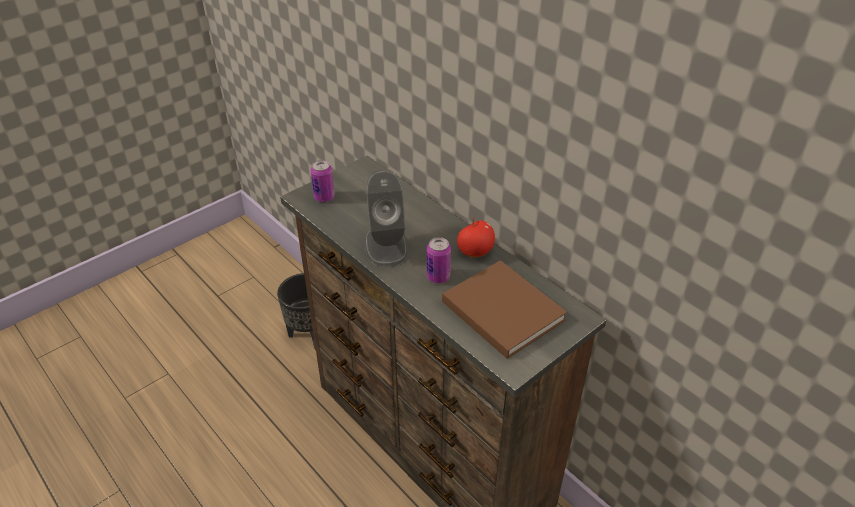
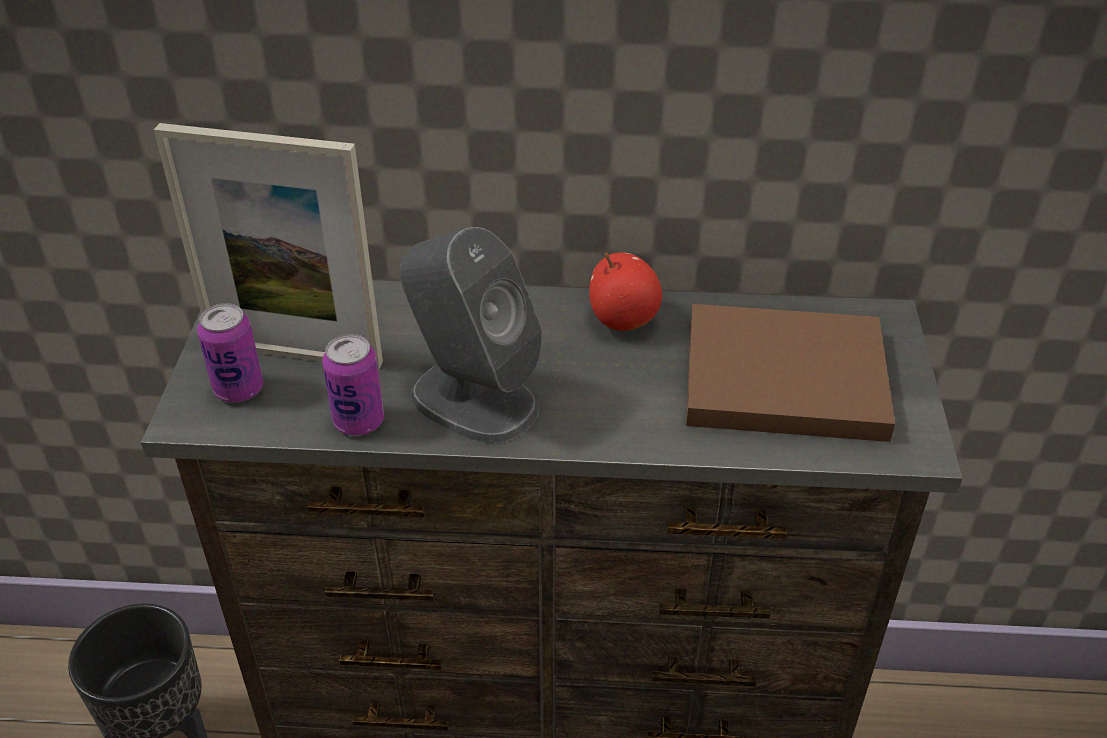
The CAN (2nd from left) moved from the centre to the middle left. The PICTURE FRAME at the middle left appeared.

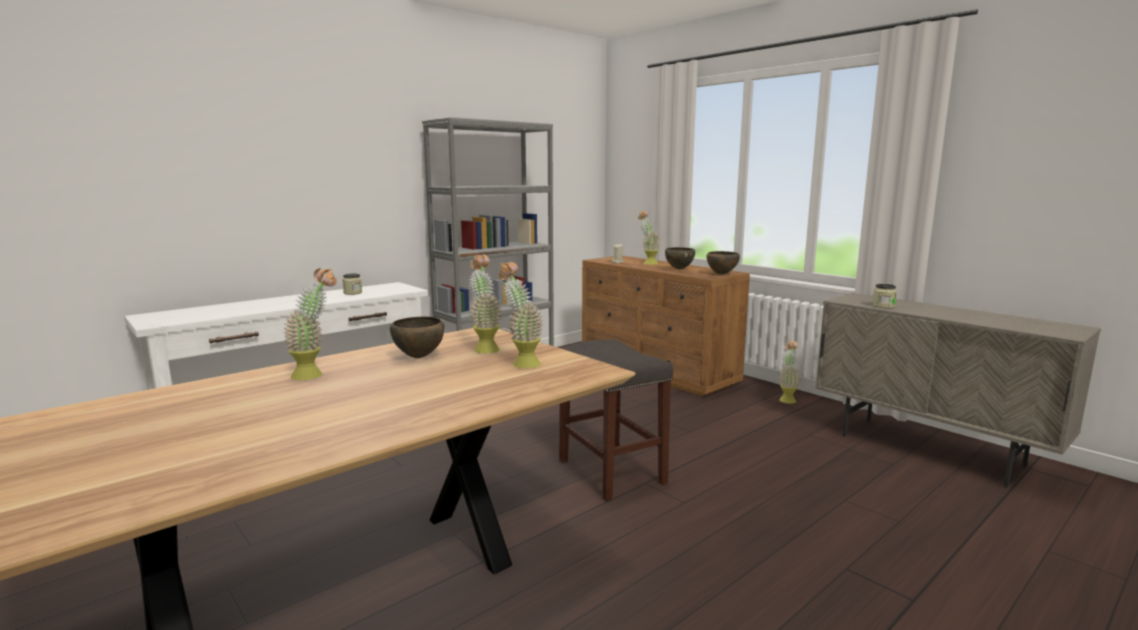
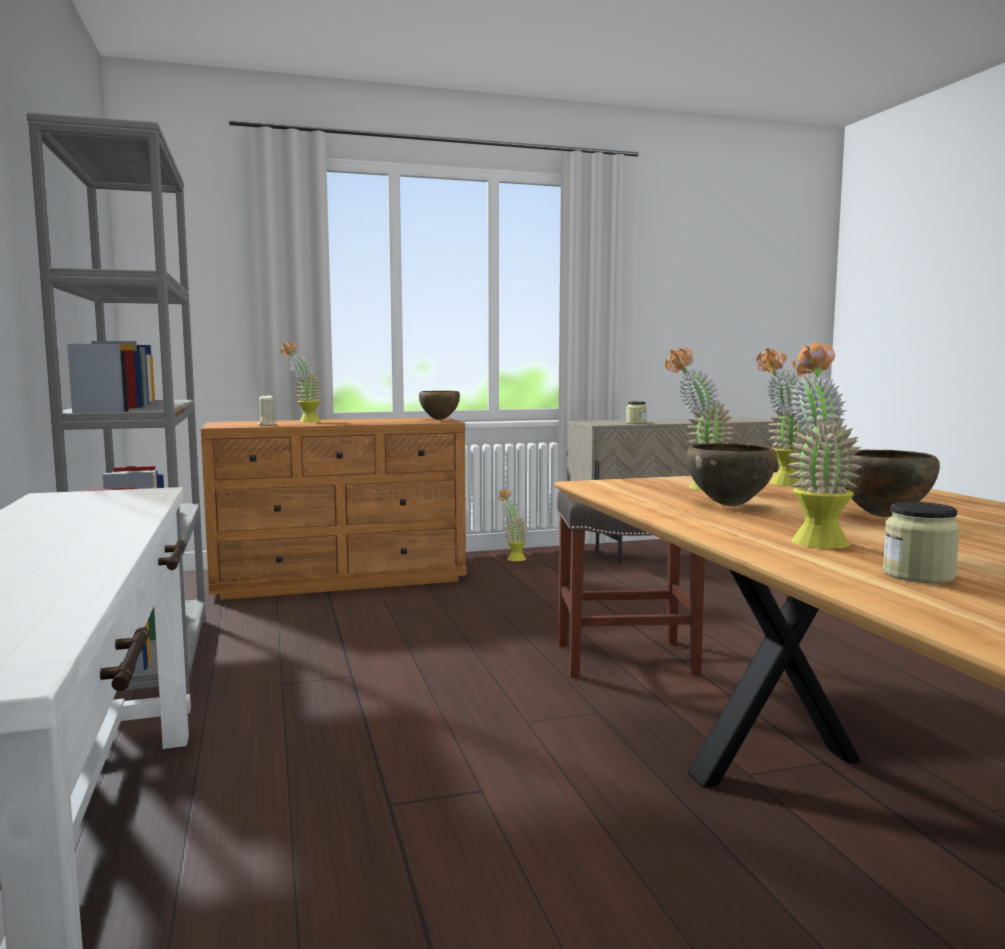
The JAR (1st from left in the first image) moved from the middle left to the middle right. The BROWN BOWL (2nd from left in the first image) moved from the centre to the middle right.

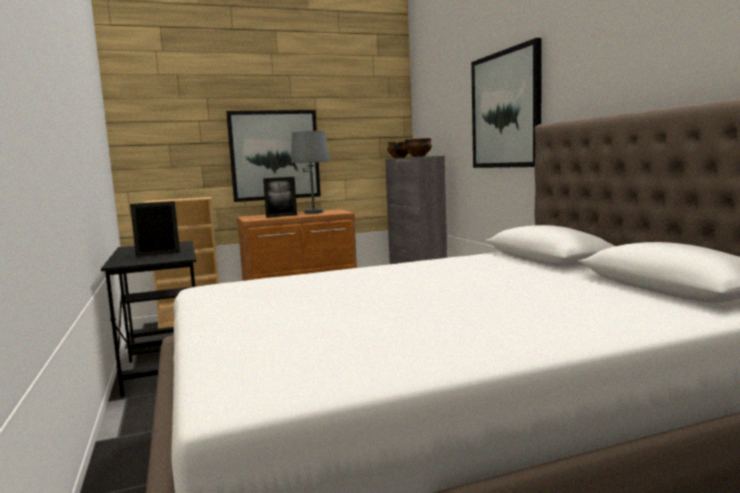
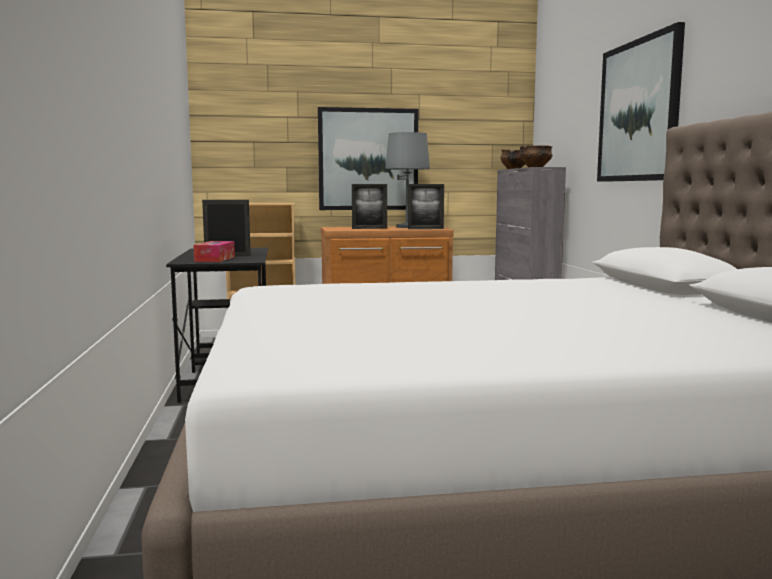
The TISSUE BOX at the middle left appeared. The PICTURE FRAME (3rd from left) at the centre appeared.

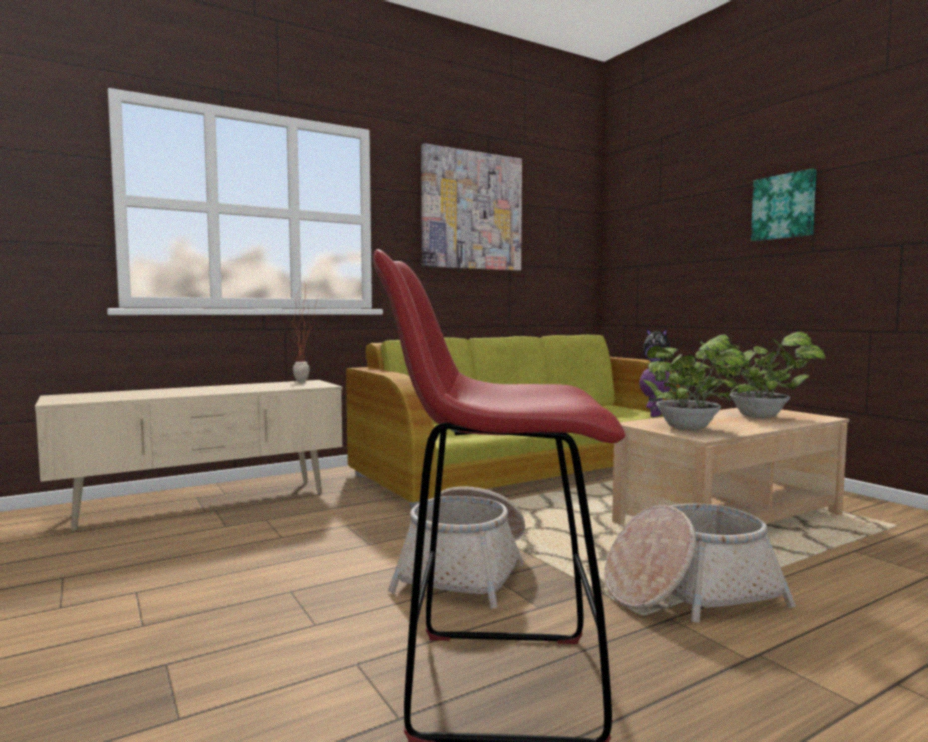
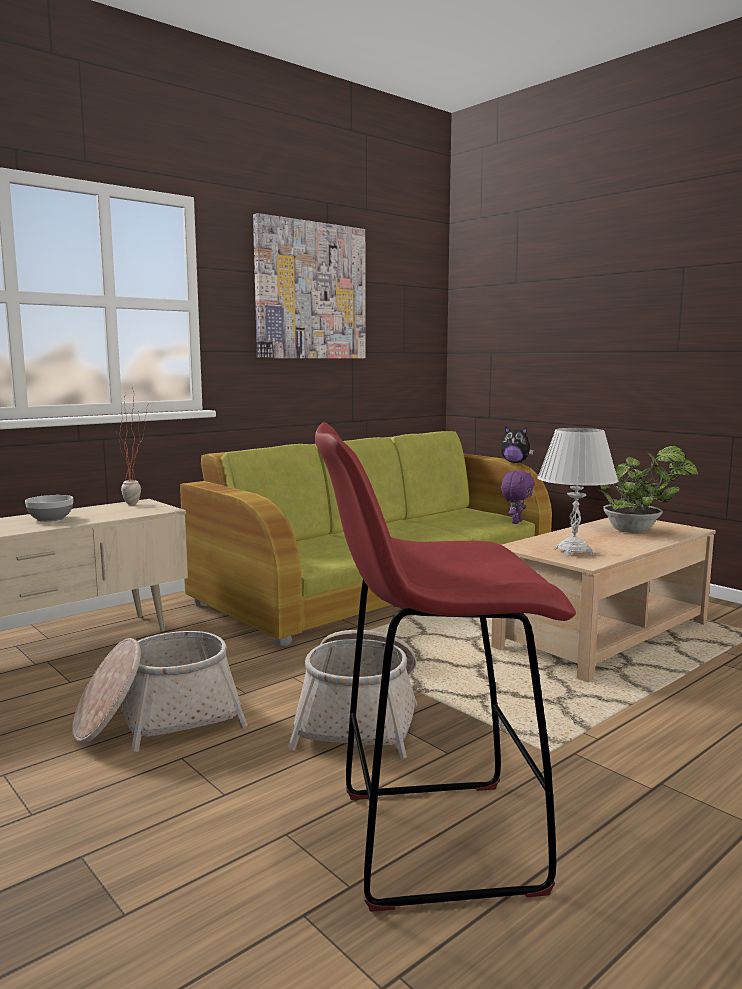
The BASKET (2nd from left in the first image) moved from the bottom right to the bottom left. The POTTED PLANT (2nd from left) at the middle right was replaced by the WHITE TABLE LAMP at the middle right. The PICTURE (2nd from left) at the top right disappeared. The BOWL at the middle left appeared.

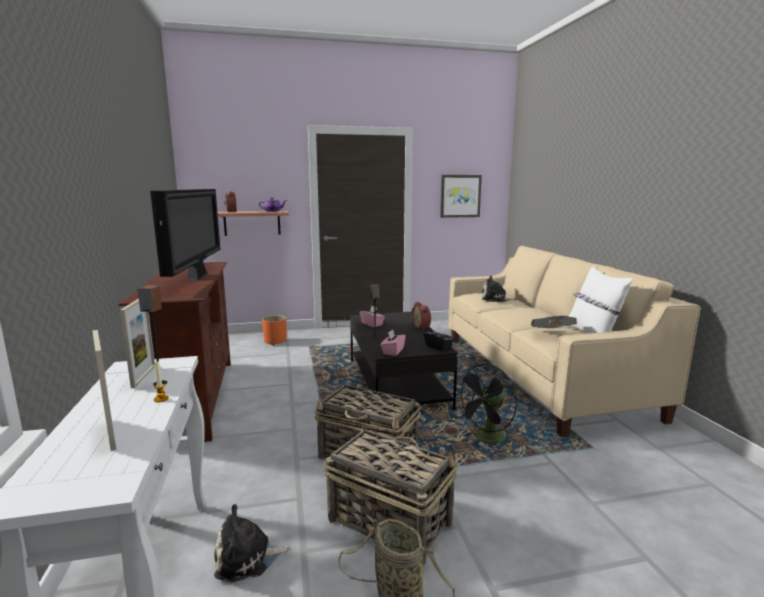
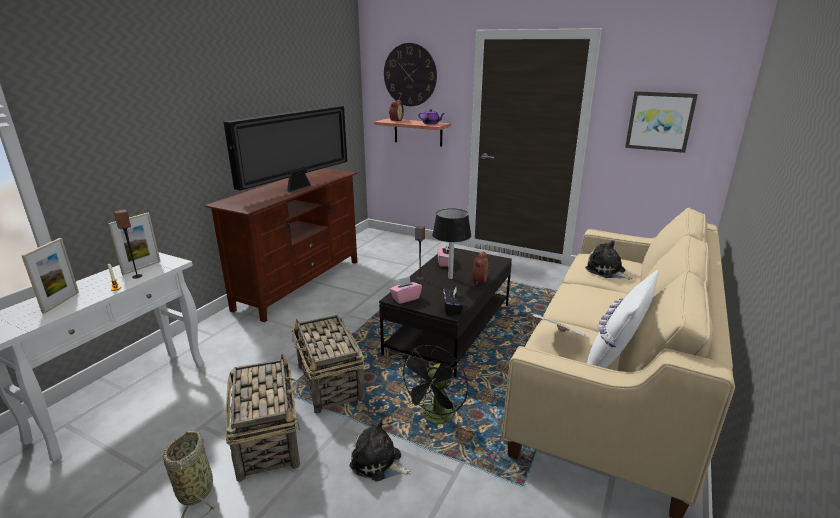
The PLUSH TOY (1st from left) moved from the bottom left to the bottom centre. The ORANGE PLANTER at the centre disappeared. The BLACK FAN at the bottom centre turned 60 degrees counterclockwise. The WALL CLOCK at the top centre appeared. The BLACK TABLE LAMP at the centre appeared.

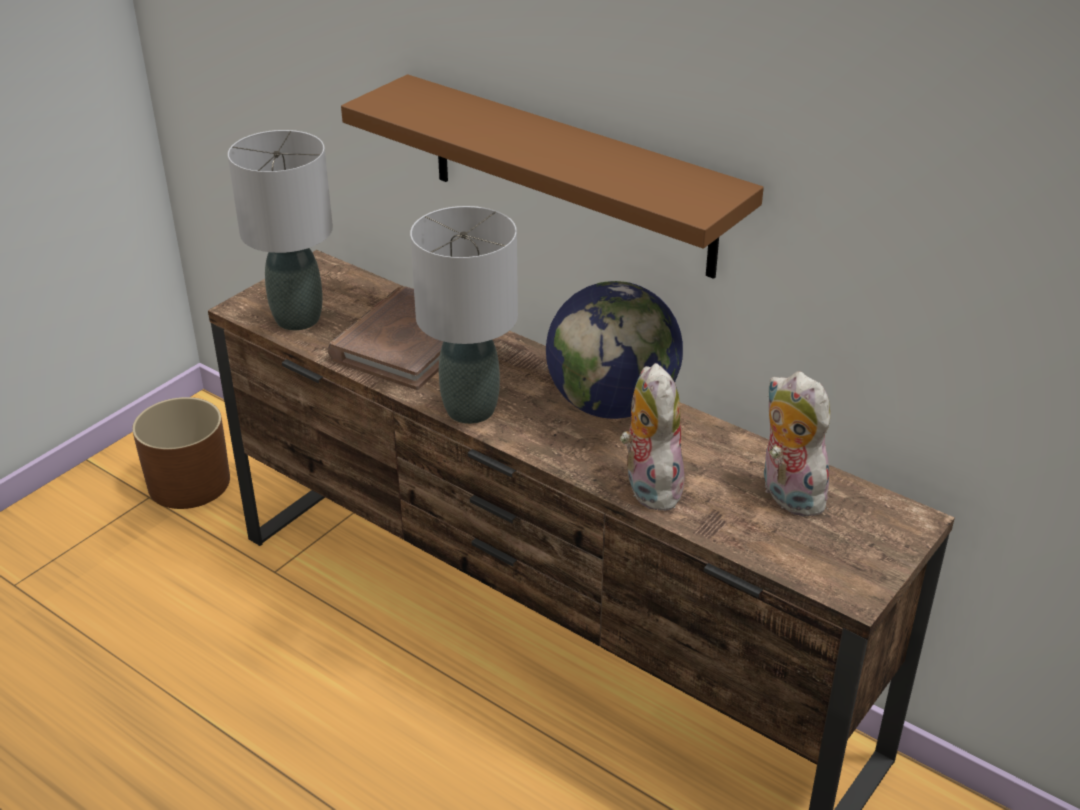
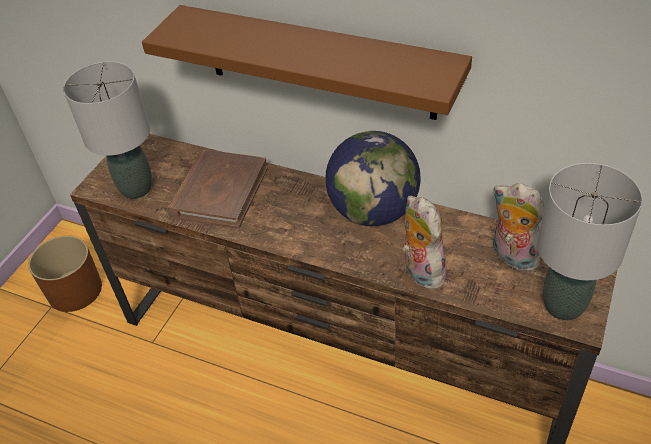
The GREY TABLE LAMP (2nd from left) moved from the centre to the middle right.

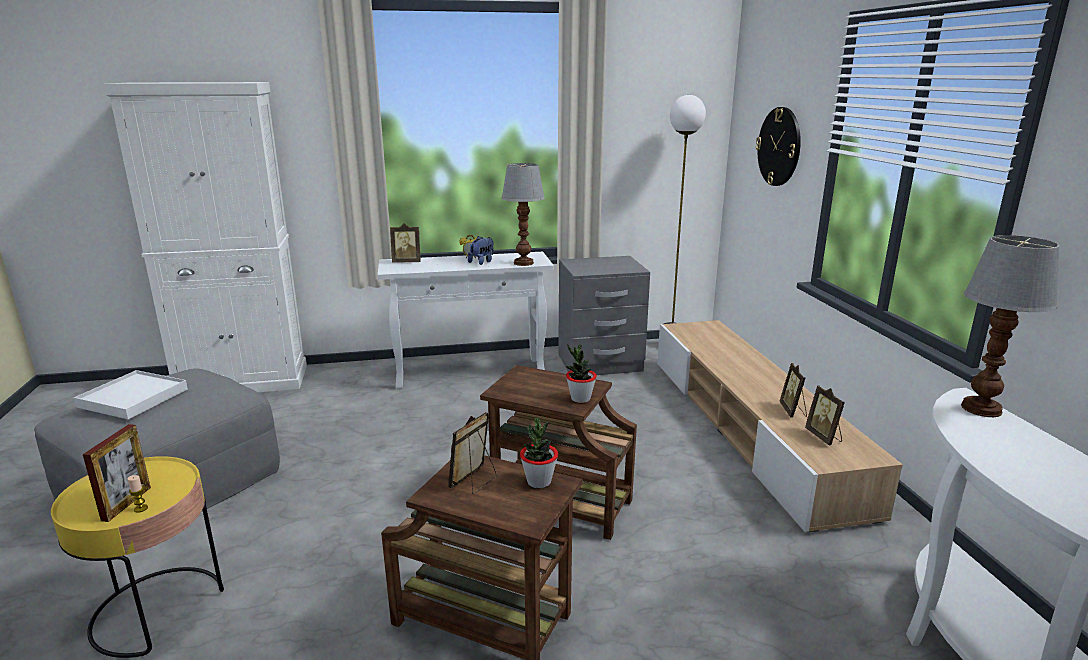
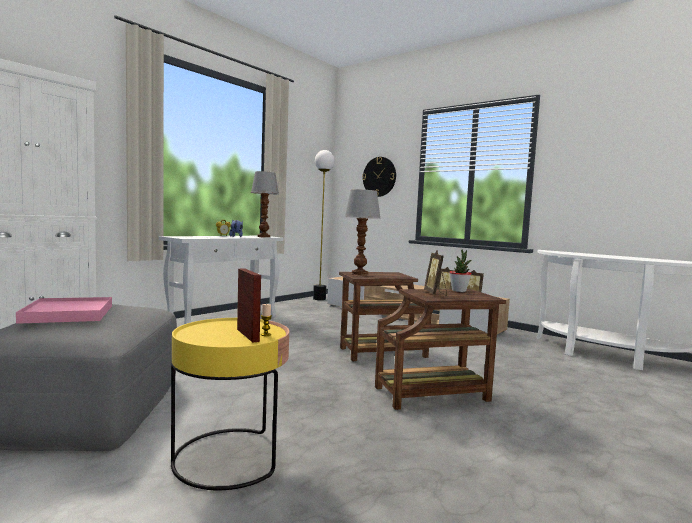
The WHITE TRAY at the middle left became the PINK TRAY at the middle left. The PICTURE FRAME (2nd from left) at the centre disappeared. The GREY NIGHTSTAND at the centre disappeared. The POTTED PLANT (2nd from left) at the centre disappeared. The TABLE LAMP (2nd from left) moved from the middle right to the centre.

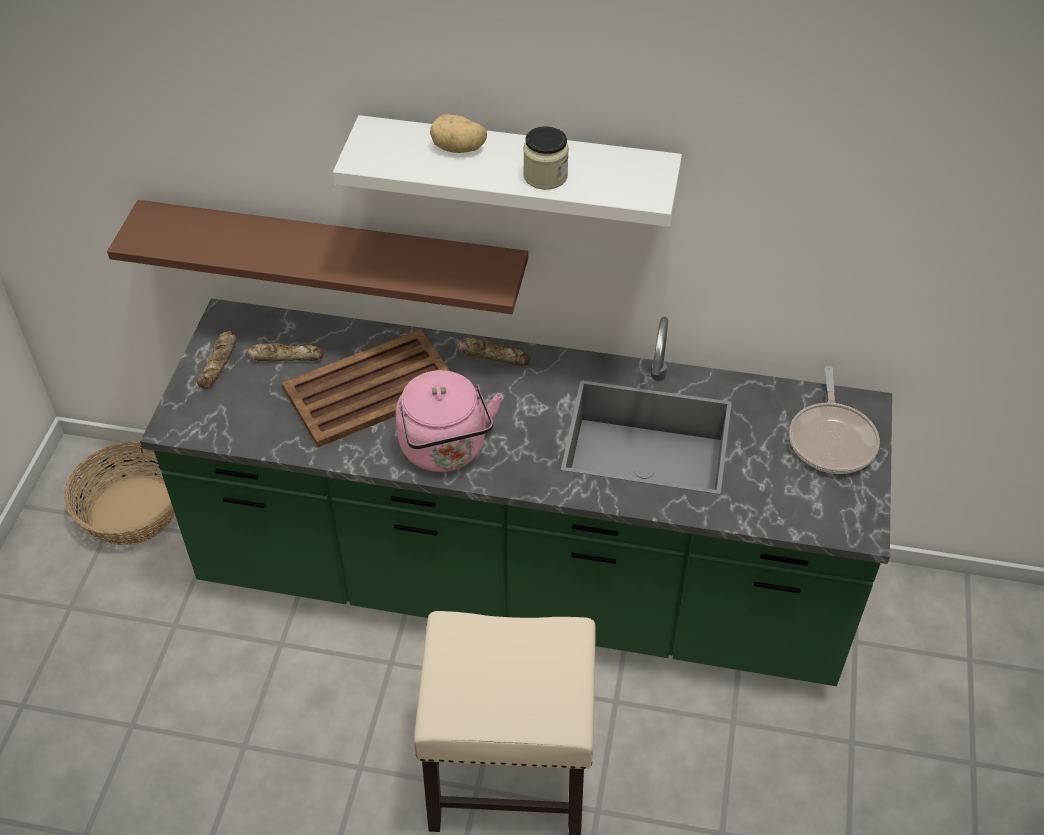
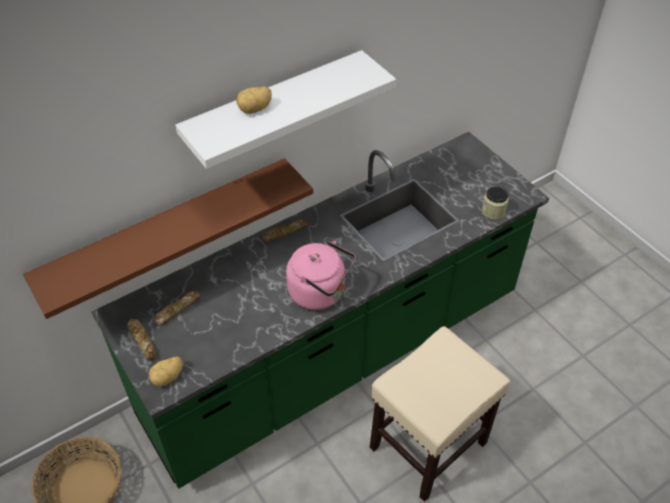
The BROWN TRAY at the centre disappeared. The JAR moved from the top centre to the middle right. The FRYING PAN at the middle right disappeared. The POTATO (1st from left) at the bottom left appeared.

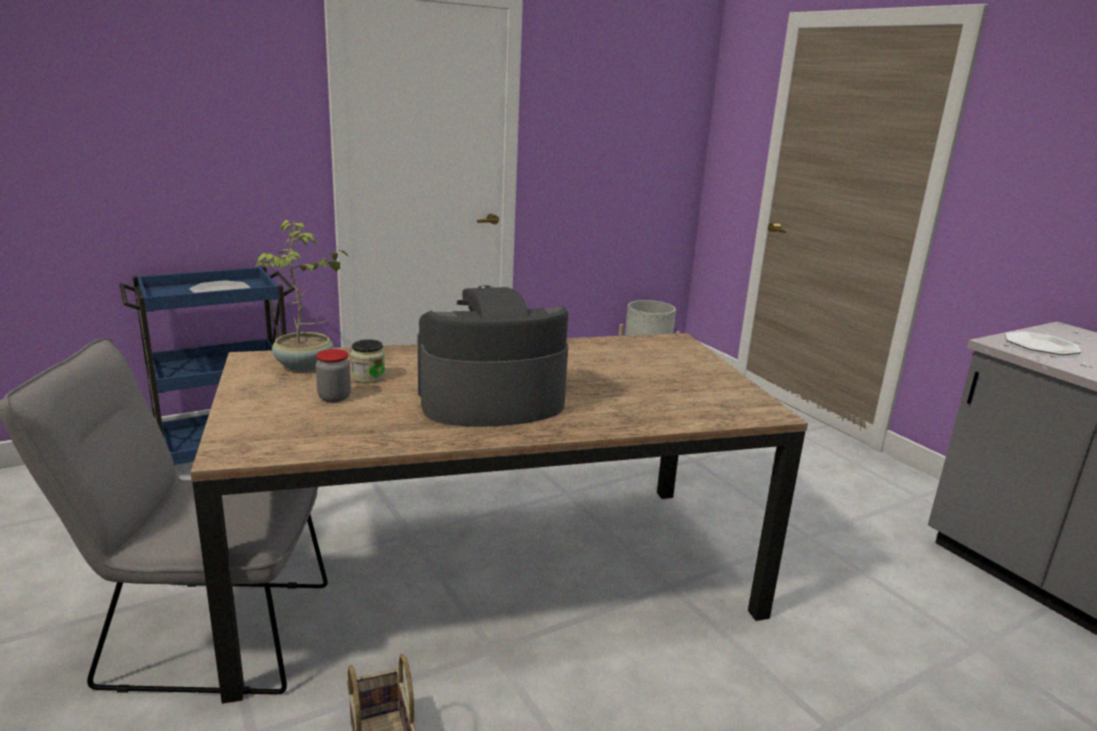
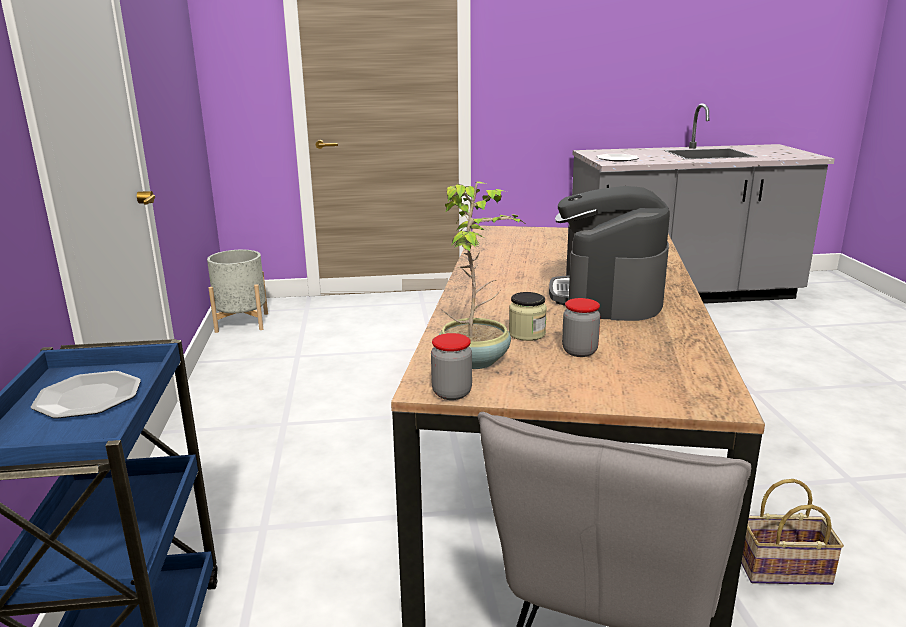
The JAR (1st from left) at the centre appeared.

